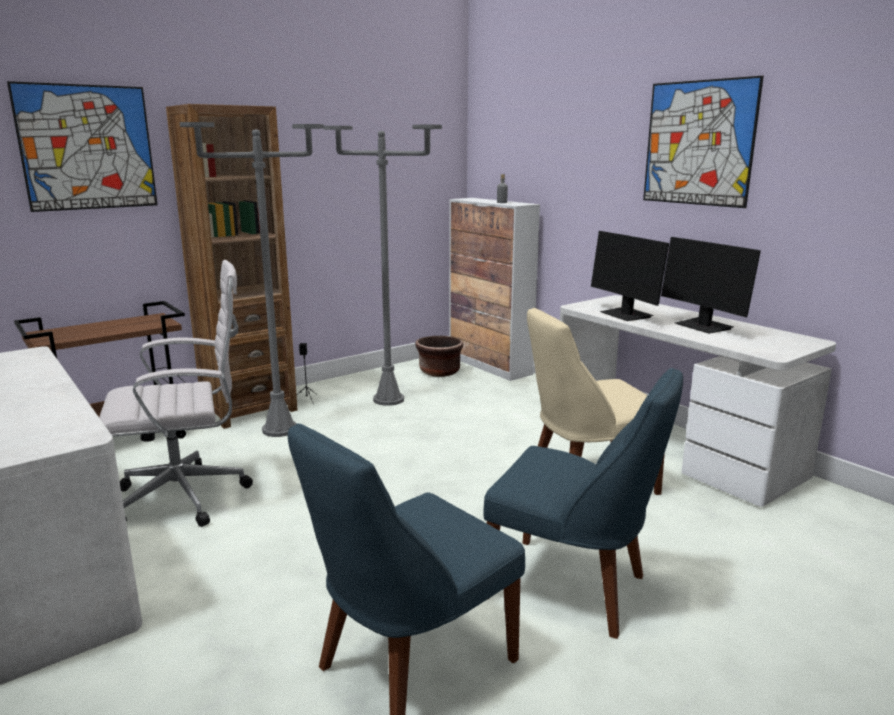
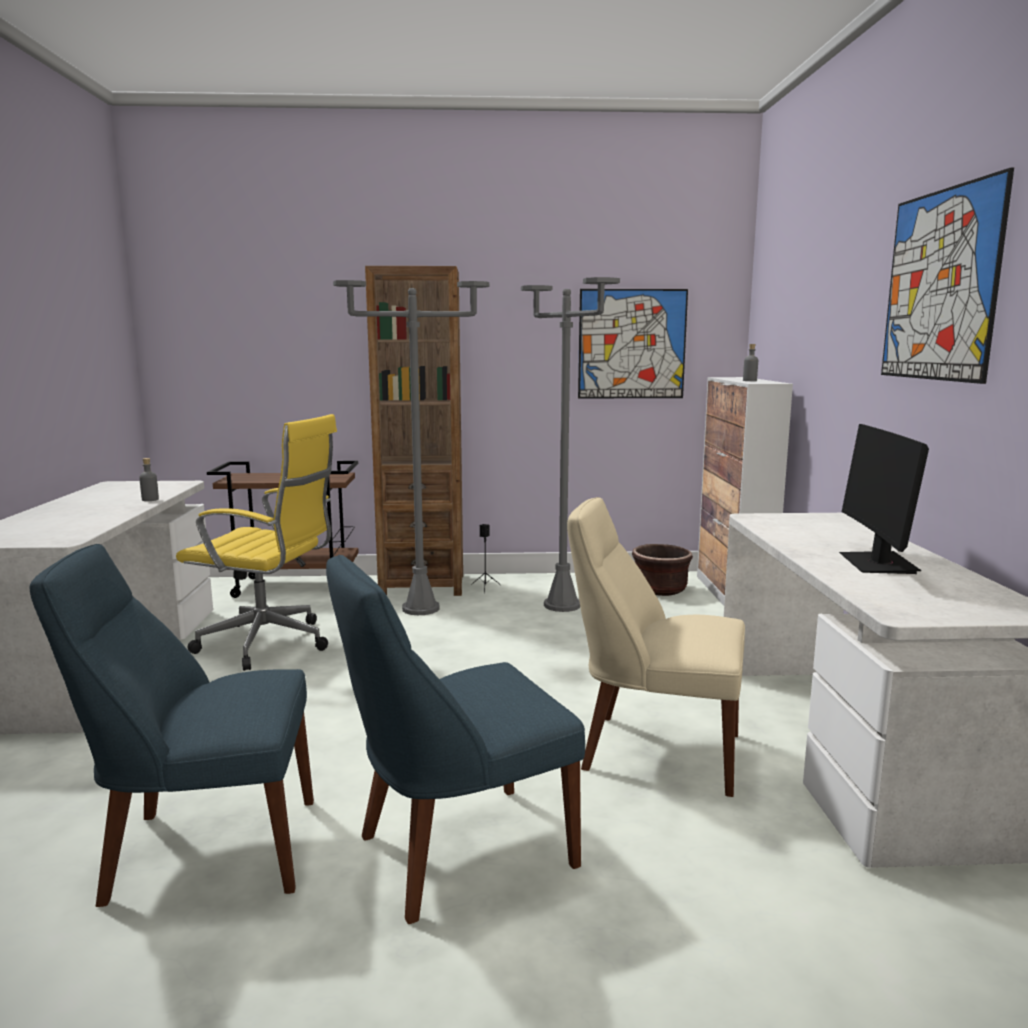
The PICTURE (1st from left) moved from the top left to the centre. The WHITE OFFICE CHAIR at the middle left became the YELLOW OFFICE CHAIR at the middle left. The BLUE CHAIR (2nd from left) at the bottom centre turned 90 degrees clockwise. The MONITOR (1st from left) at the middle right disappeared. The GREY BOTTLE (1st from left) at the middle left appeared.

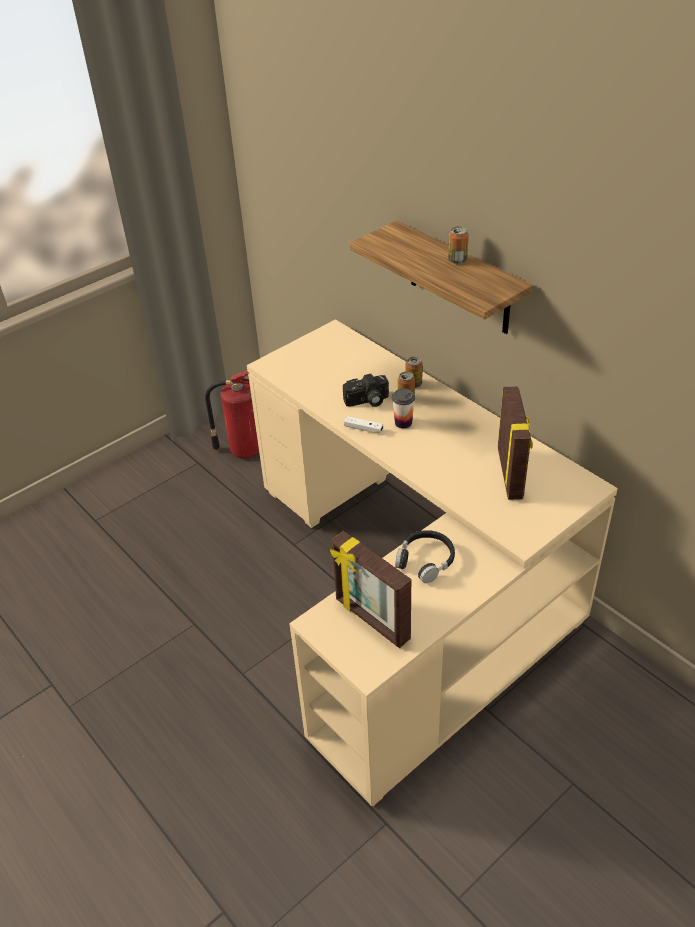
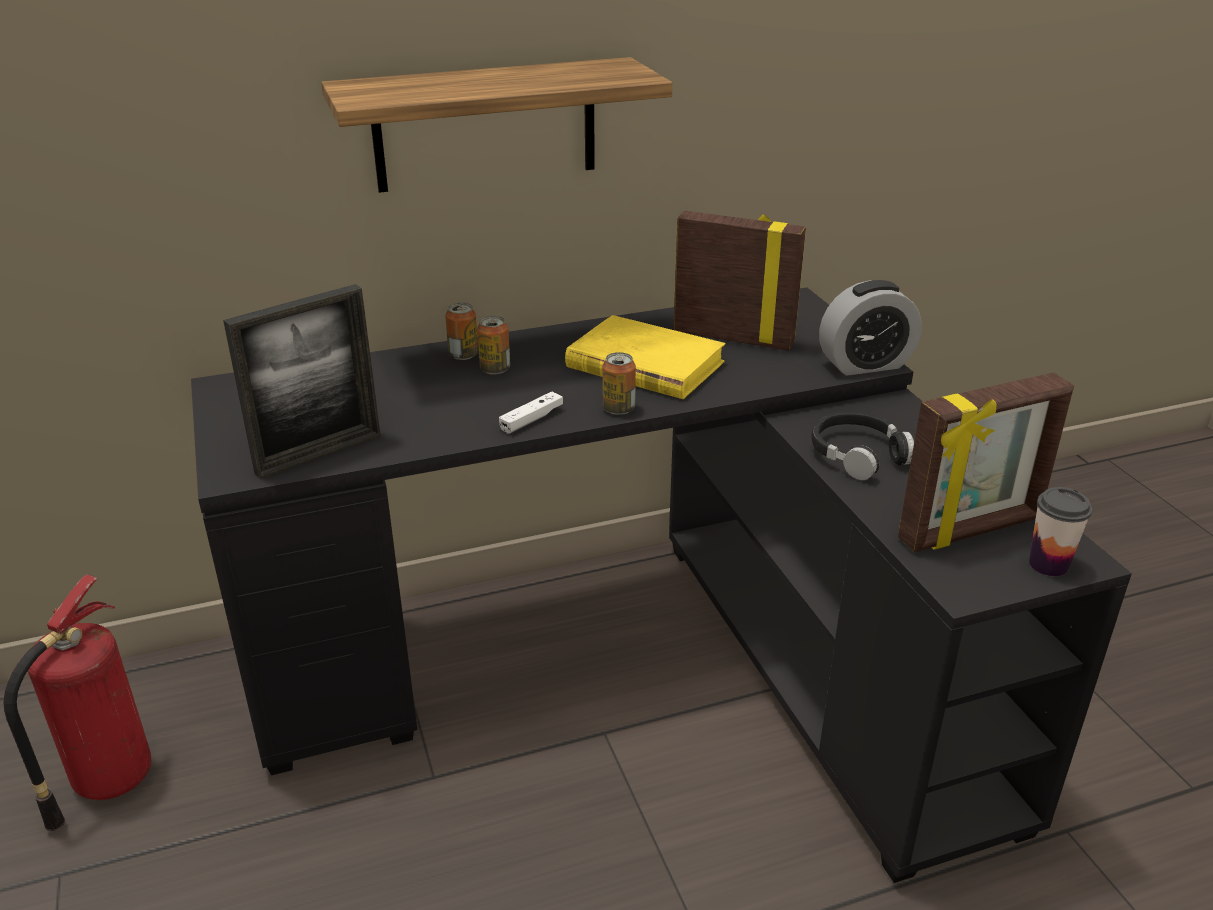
The BEIGE DESK at the centre became the BLACK DESK at the centre. The PHOTO CAMERA at the centre disappeared. The CUP moved from the centre to the middle right. The CAN (3rd from left) moved from the top centre to the centre. The PICTURE FRAME (1st from left) at the middle left appeared. The YELLOW BOOK at the centre appeared. The ALARM CLOCK at the middle right appeared.

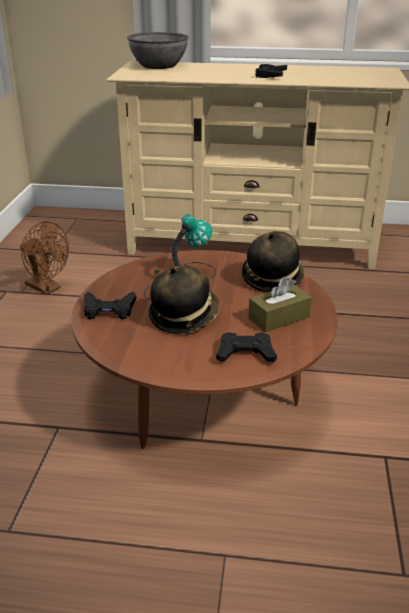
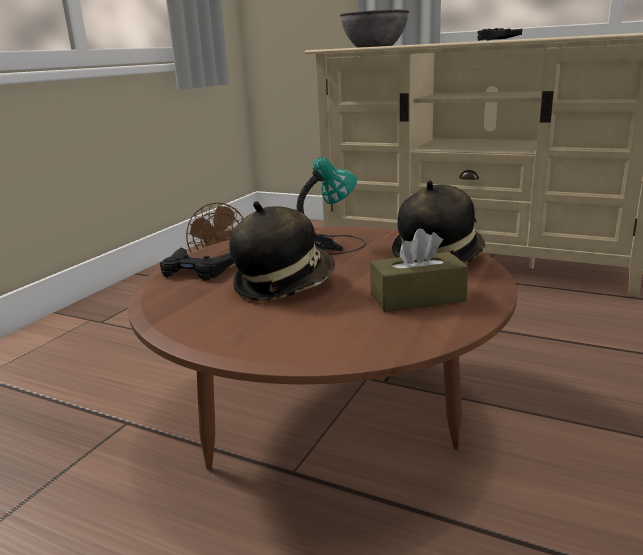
The BLACK GAME CONTROLLER (2nd from left) at the centre disappeared.

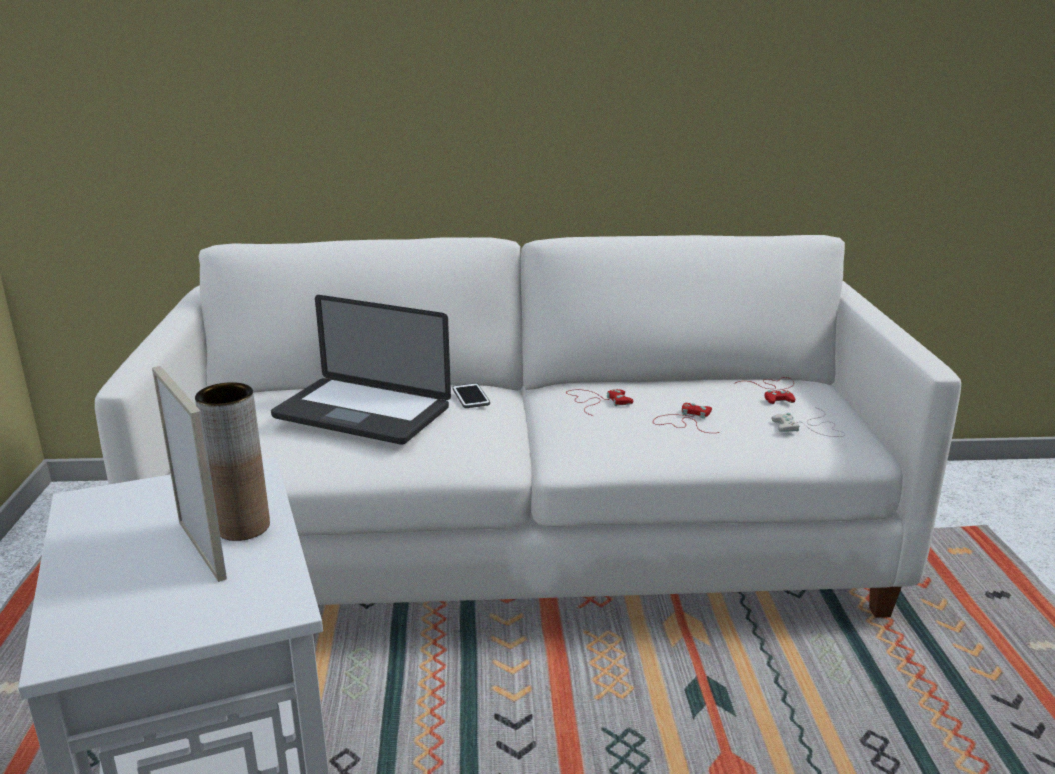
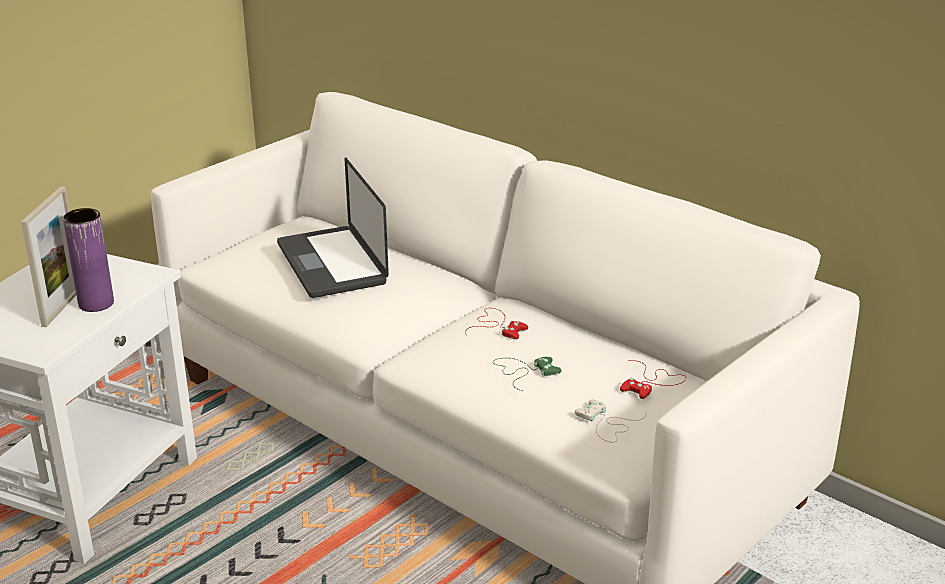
The BROWN VASE at the middle left became the PURPLE VASE at the middle left. The PHONE at the centre disappeared. The RED GAME CONTROLLER (2nd from left) at the centre became the GREEN GAME CONTROLLER at the centre.

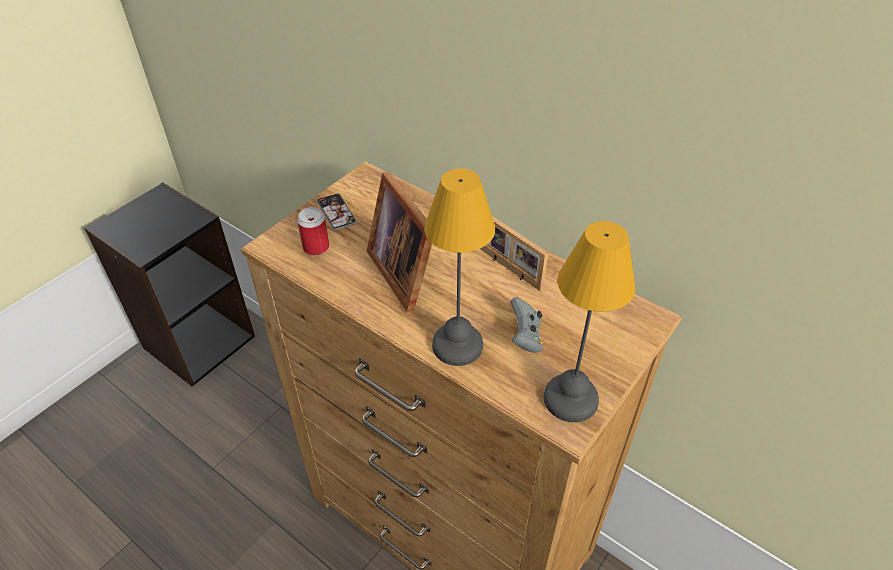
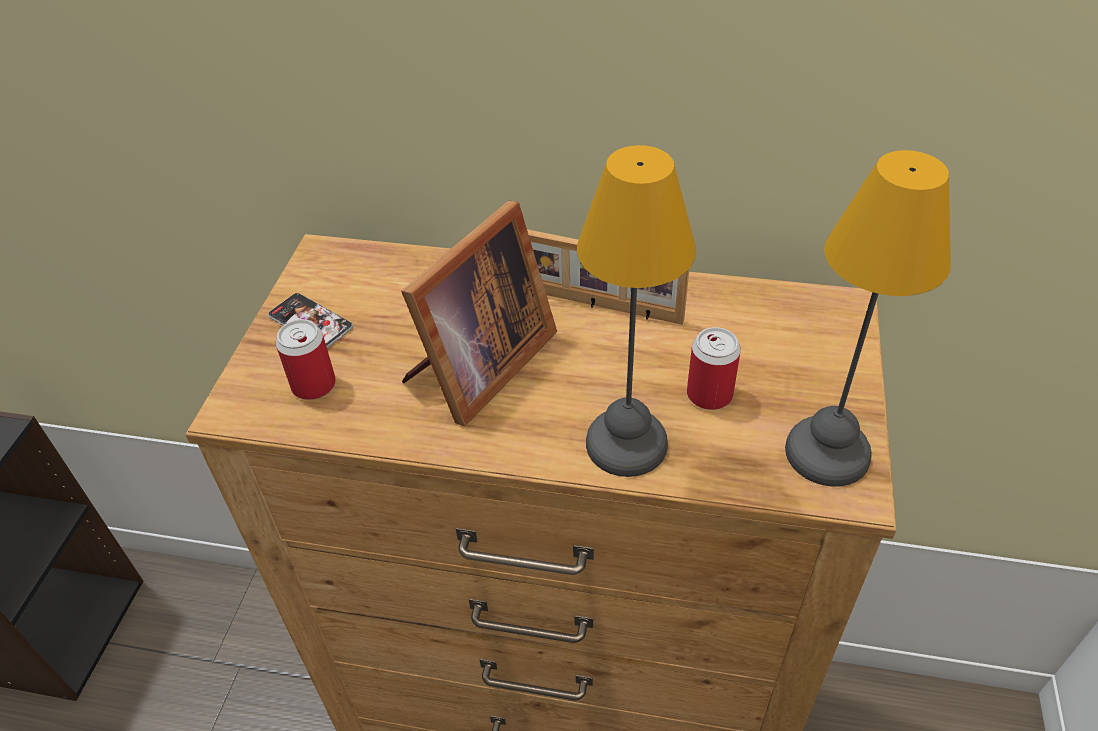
The PICTURE FRAME (1st from left) at the centre turned 90 degrees counterclockwise. The GREY GAME CONTROLLER at the centre was replaced by the CAN (2nd from left) at the centre.

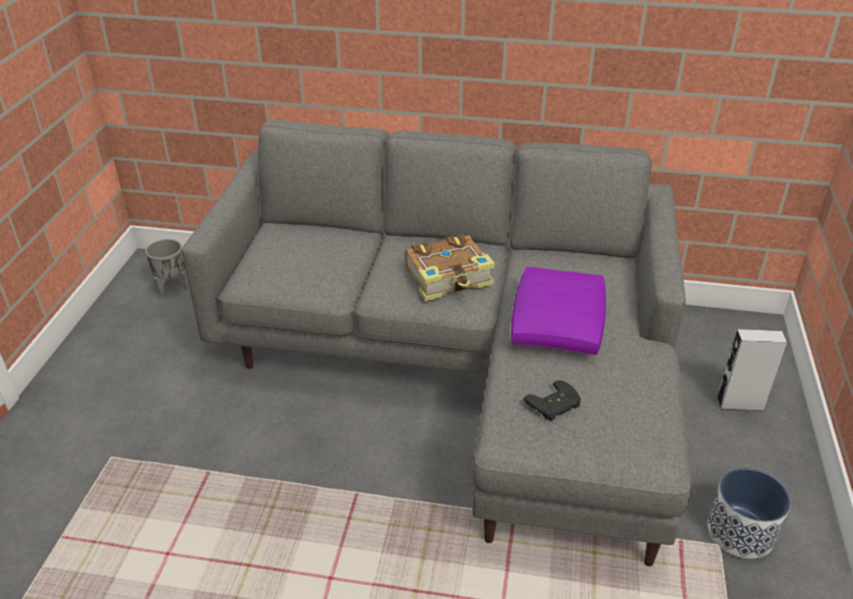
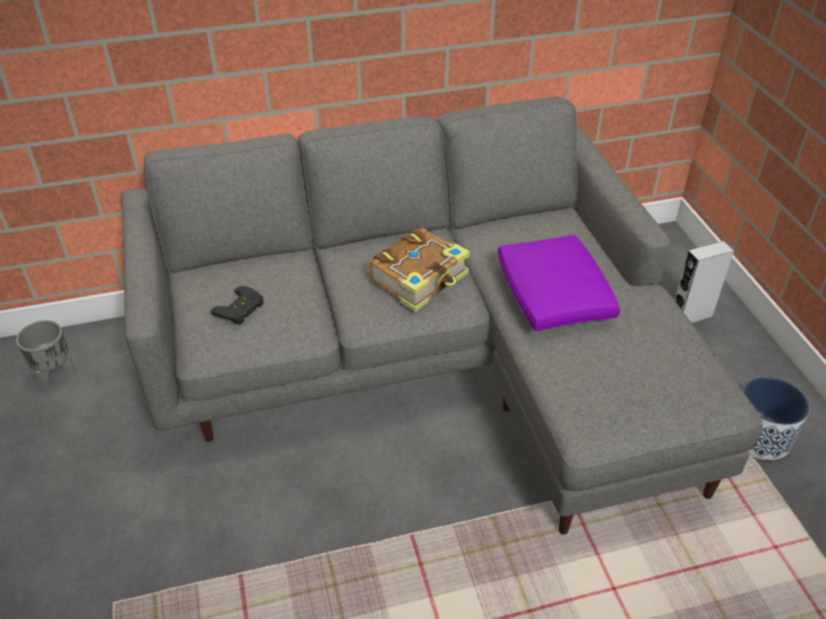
The BLACK GAME CONTROLLER moved from the bottom centre to the middle left.

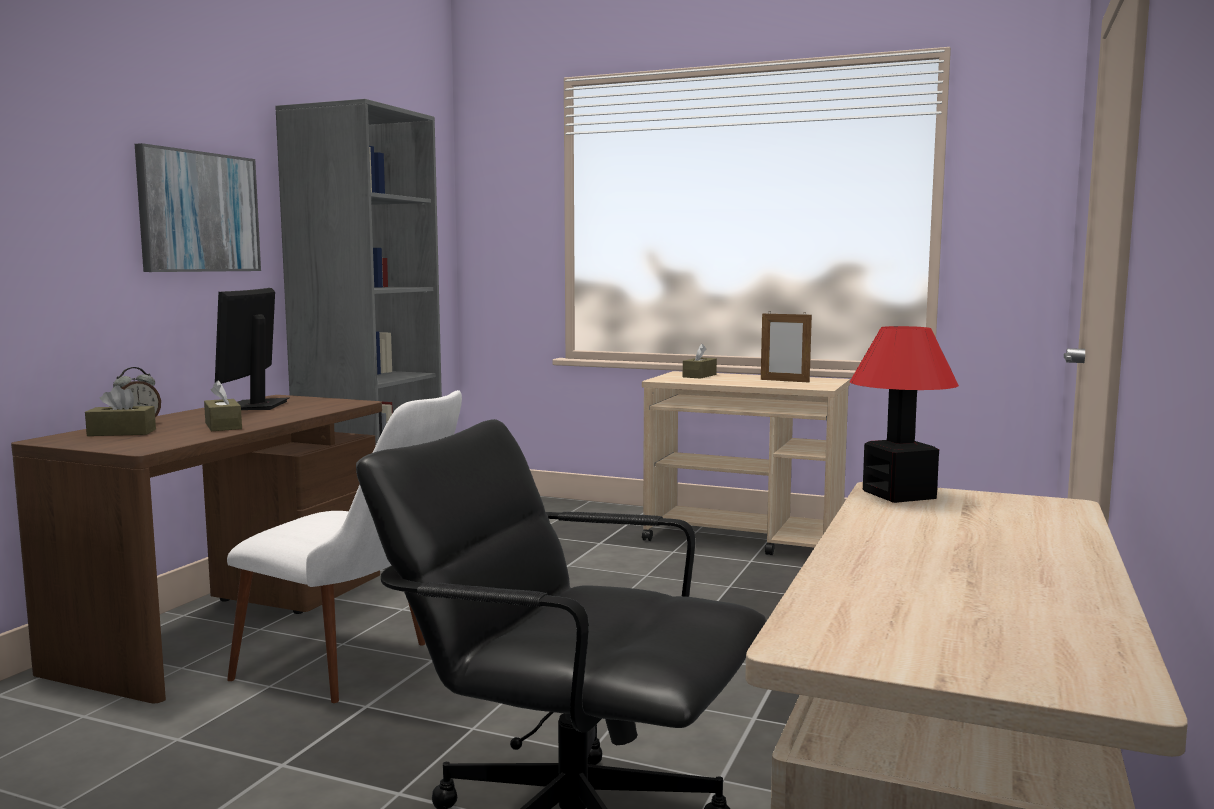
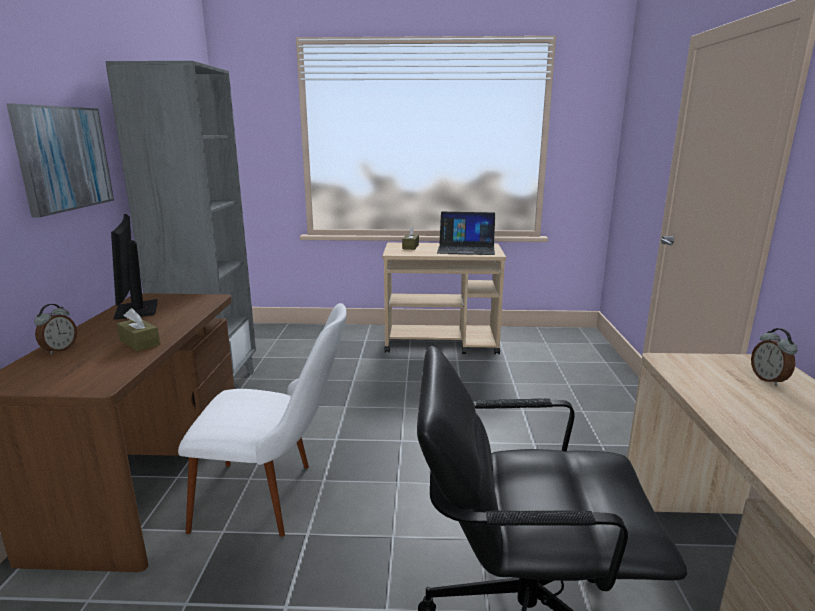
The BROWN TISSUE BOX (1st from left) at the middle left disappeared. The PICTURE FRAME at the centre was replaced by the LAPTOP at the centre. The TABLE LAMP at the middle right disappeared. The ALARM CLOCK (2nd from left) at the middle right appeared.

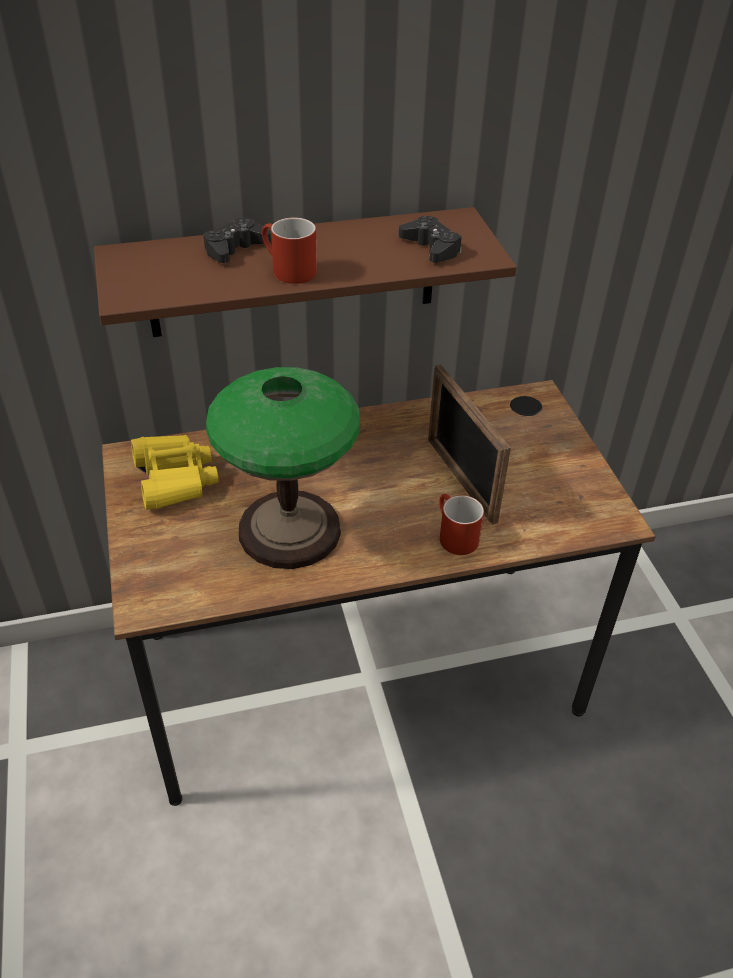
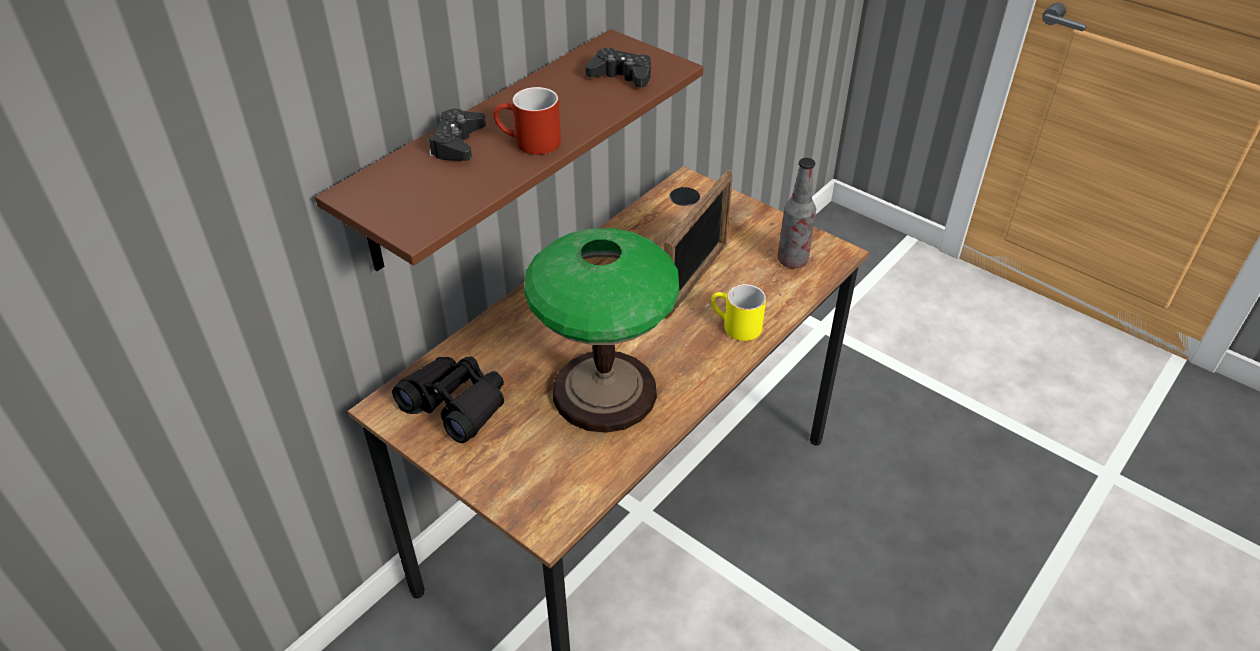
The YELLOW BINOCULARS at the middle left became the BLACK BINOCULARS at the centre. The PICTURE FRAME at the centre turned 90 degrees counterclockwise. The RED MUG (2nd from left) at the centre became the YELLOW MUG at the centre. The BOTTLE at the top centre appeared.

